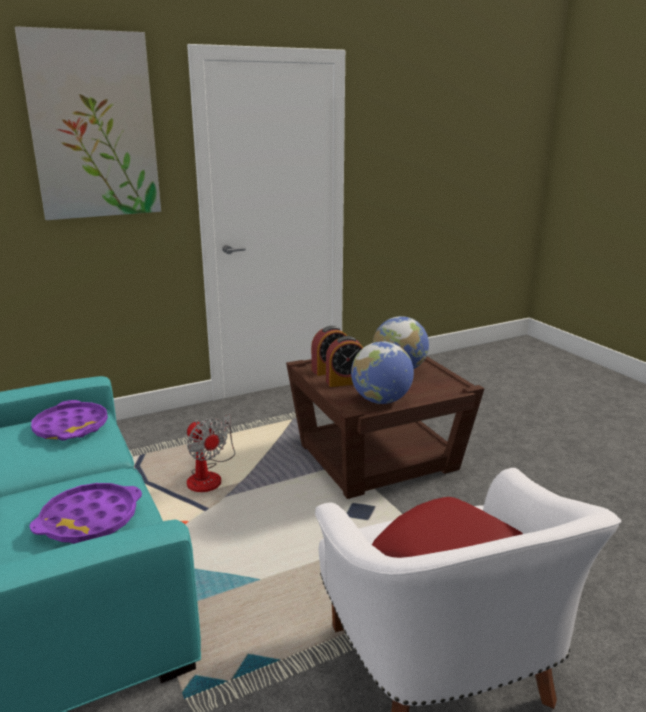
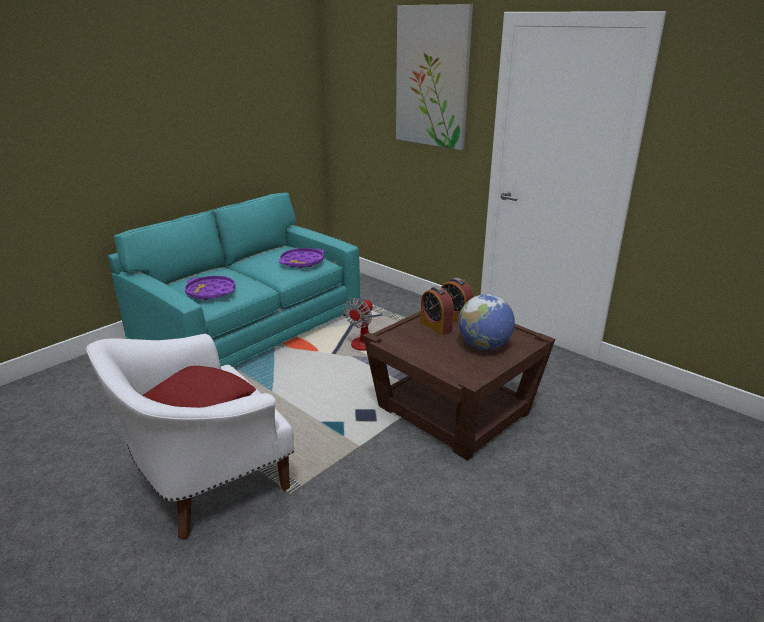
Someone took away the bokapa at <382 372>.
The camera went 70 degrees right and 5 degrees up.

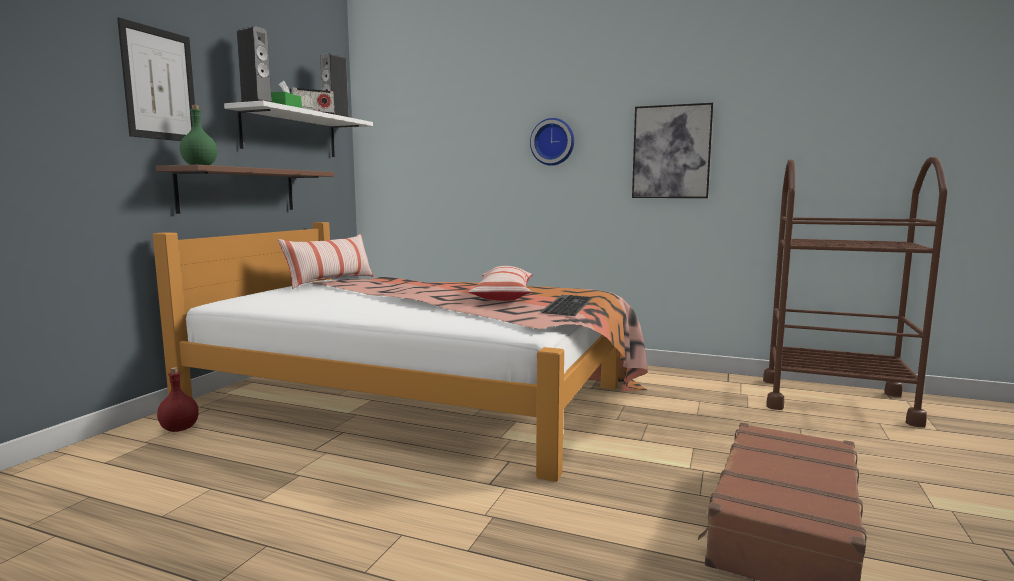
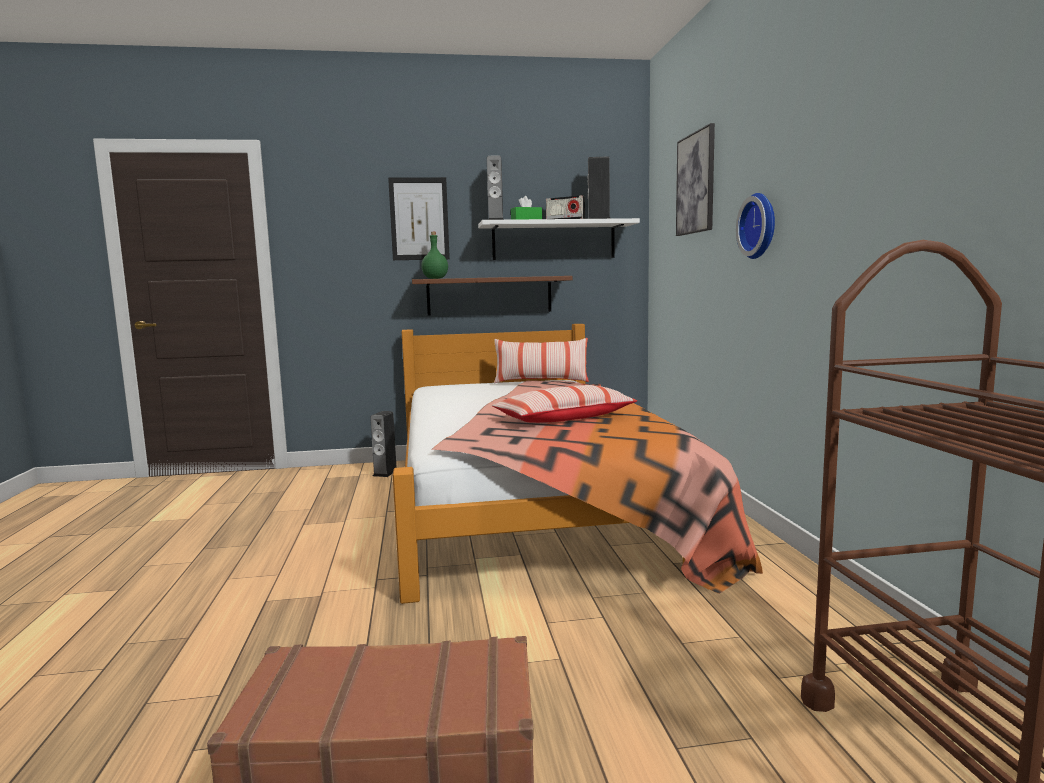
Someone swapped the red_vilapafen at <178 399> for the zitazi at <383 444>.
Someone carried the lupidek from <672 150> to <695 179>.
Someone took away the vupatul at <566 305>.
The camera went 60 degrees right and 0 degrees up.

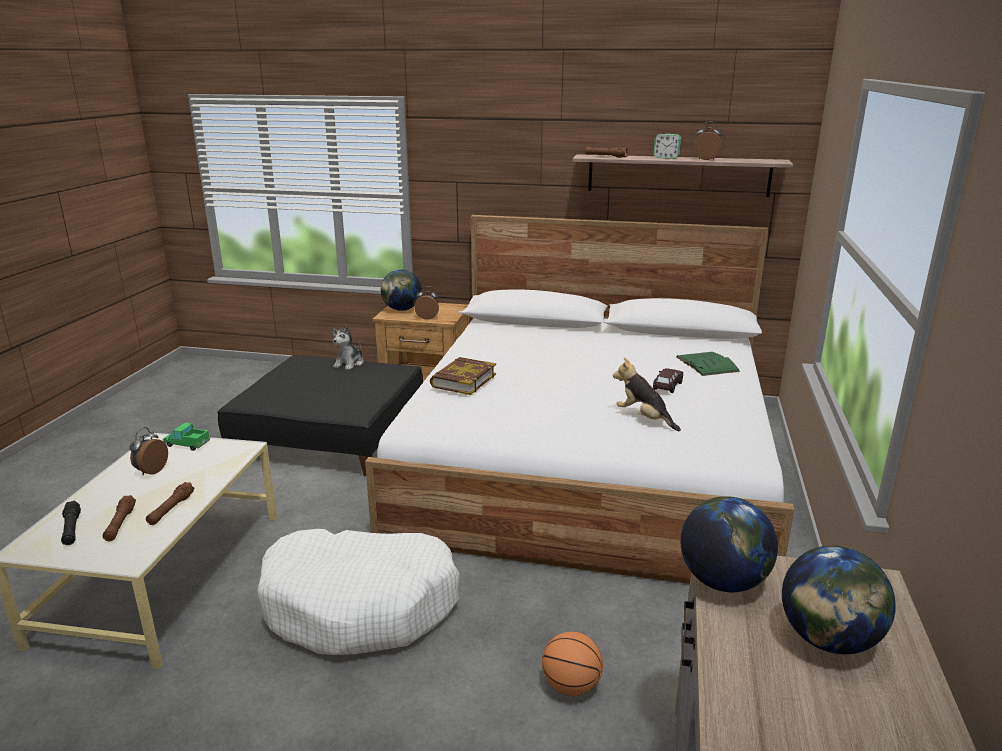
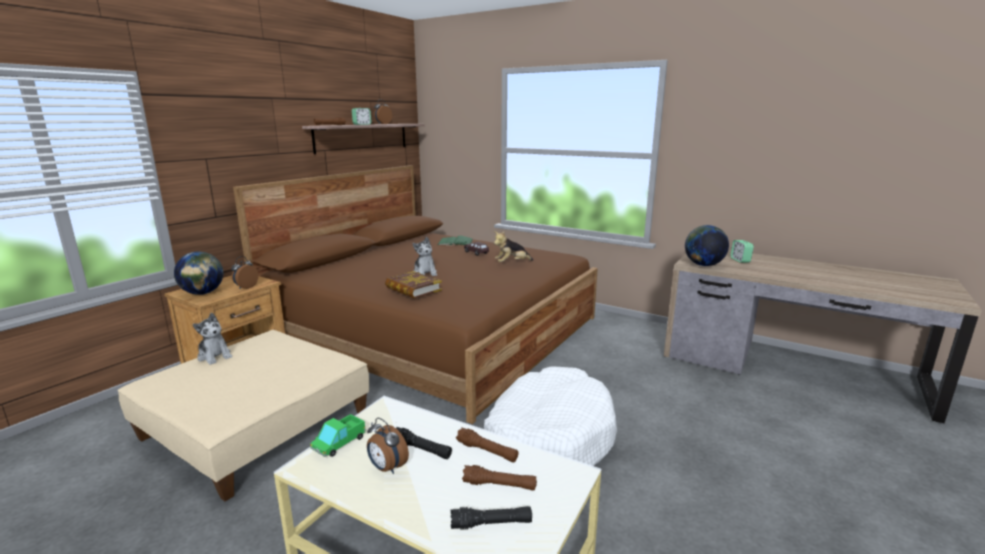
Someone repainted the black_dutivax at <320 415>, which became the beige_dutivax at <243 415>.
Someone repainted the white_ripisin at <579 399>, which became the brown_ripisin at <415 294>.
Someone put down the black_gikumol at <424 443>.
Someone put down the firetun at <425 256>.
Someone swapped the bokapa at <838 599> for the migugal at <742 251>.
Someone took away the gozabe at <572 663>.
The camera went 70 degrees left and 5 degrees down.

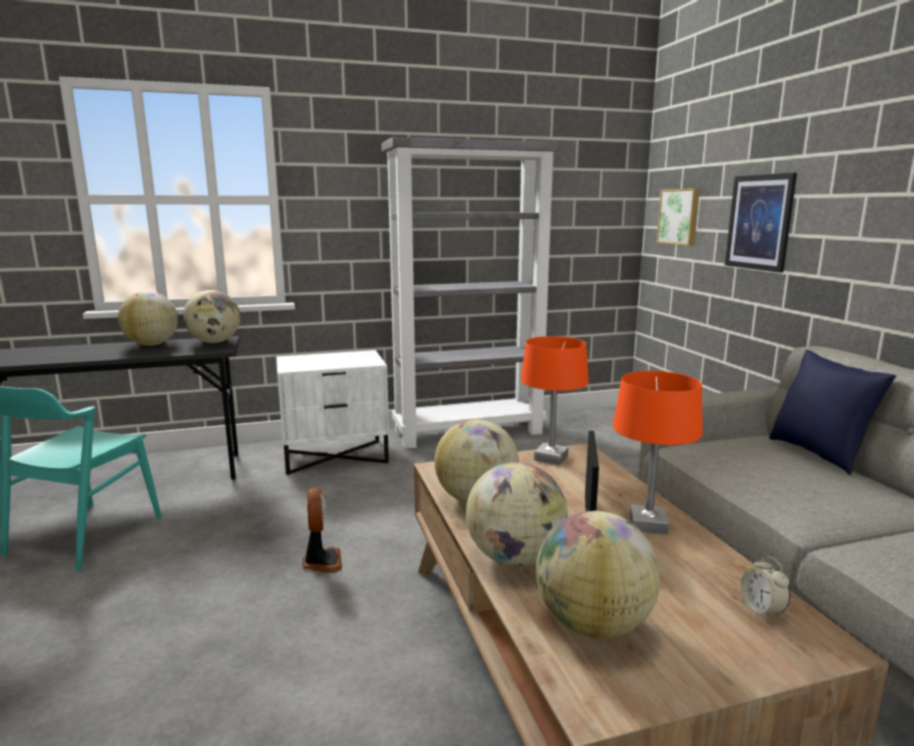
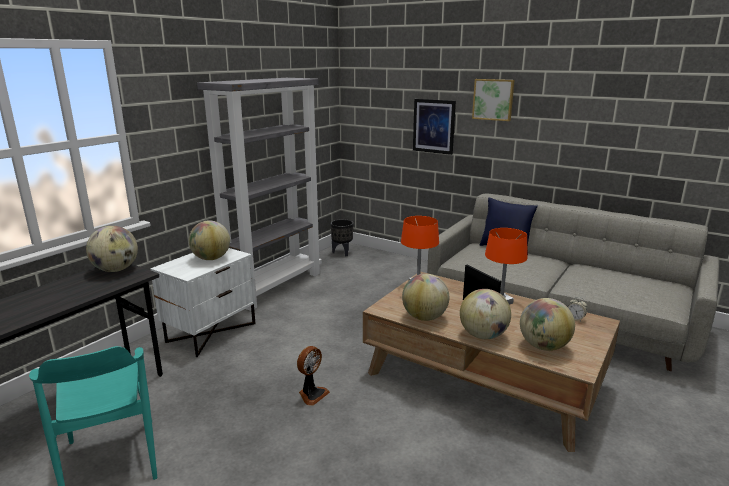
Someone carried the bokapa from <148 318> to <209 240>.
Someone rotated the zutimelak at <322 530> by 90 degrees clockwise.
Someone put down the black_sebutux at <342 237>.
Someone carried the lupidek from <678 217> to <493 100>.
The camera went 40 degrees left and 5 degrees up.

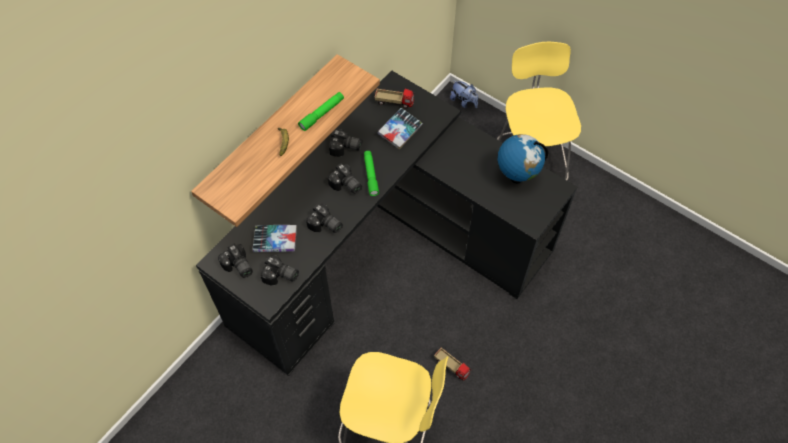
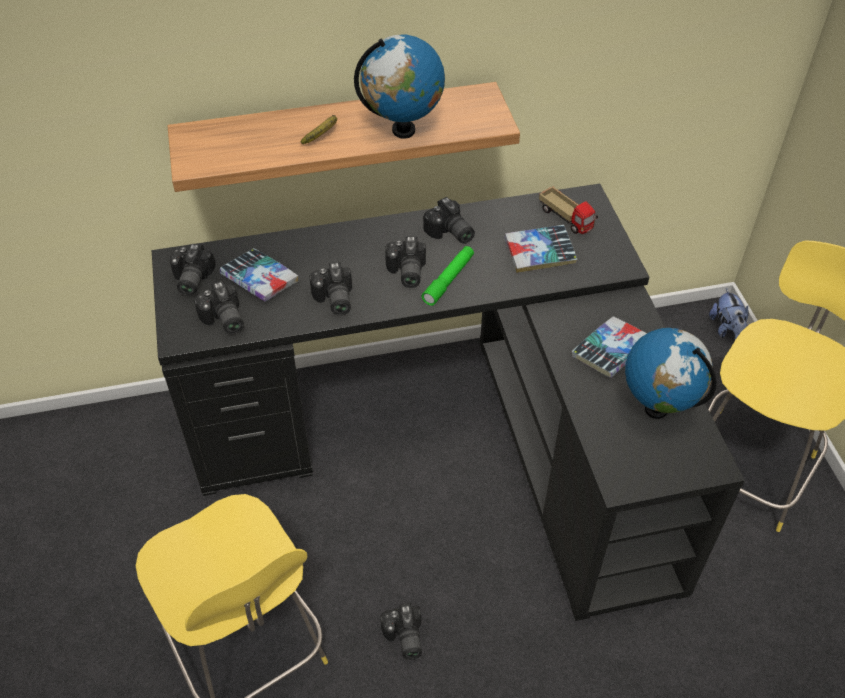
Someone swapped the green_gikumol at <321 111> for the bokapa at <399 87>.
Someone swapped the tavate at <452 364> for the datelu at <401 631>.
Someone put down the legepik at <609 347>.
The camera went 40 degrees right and 10 degrees down.

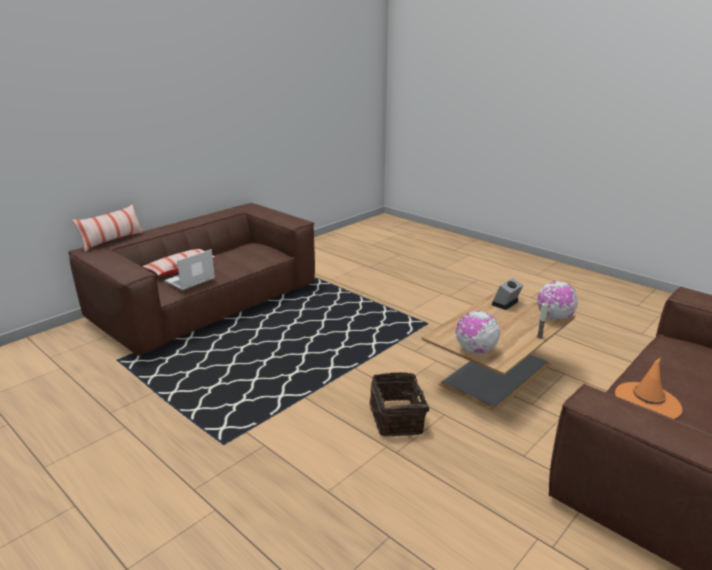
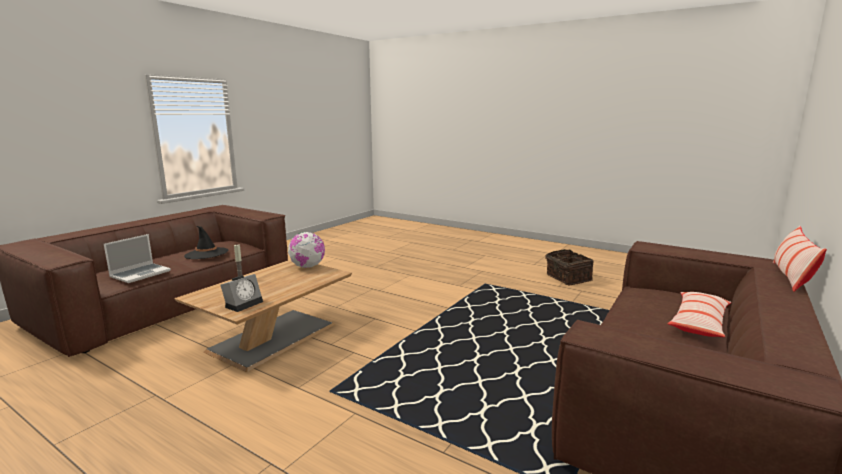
Someone carried the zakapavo from <190 269> to <137 258>.
Someone repainted the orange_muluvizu at <648 388>, which became the black_muluvizu at <206 242>.
Someone carried the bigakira from <399 404> to <569 267>.
Someone took away the bokapa at <557 300>.
The camera went 170 degrees right and 10 degrees down.

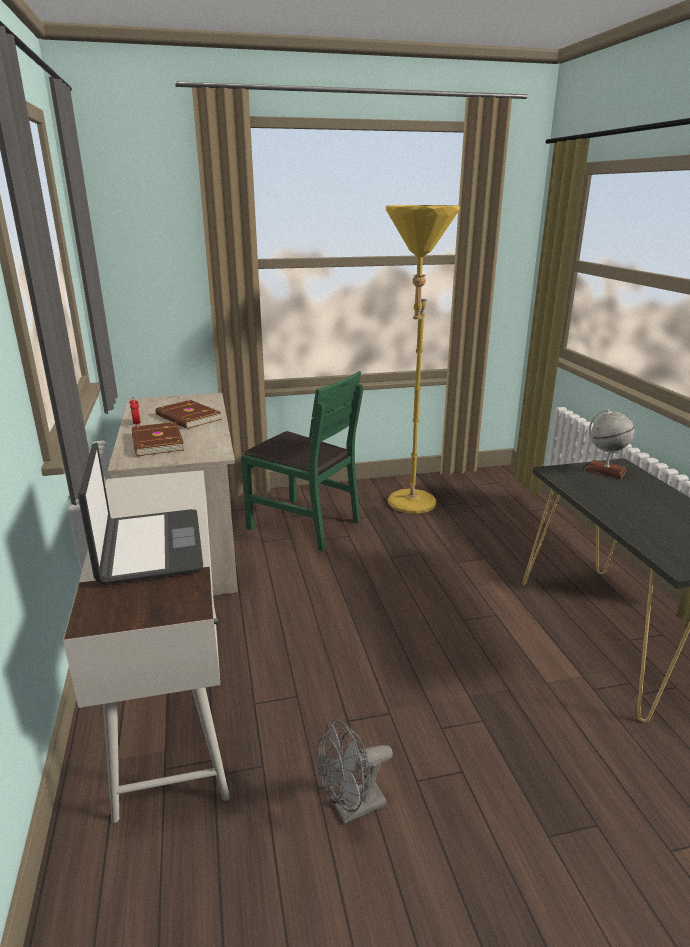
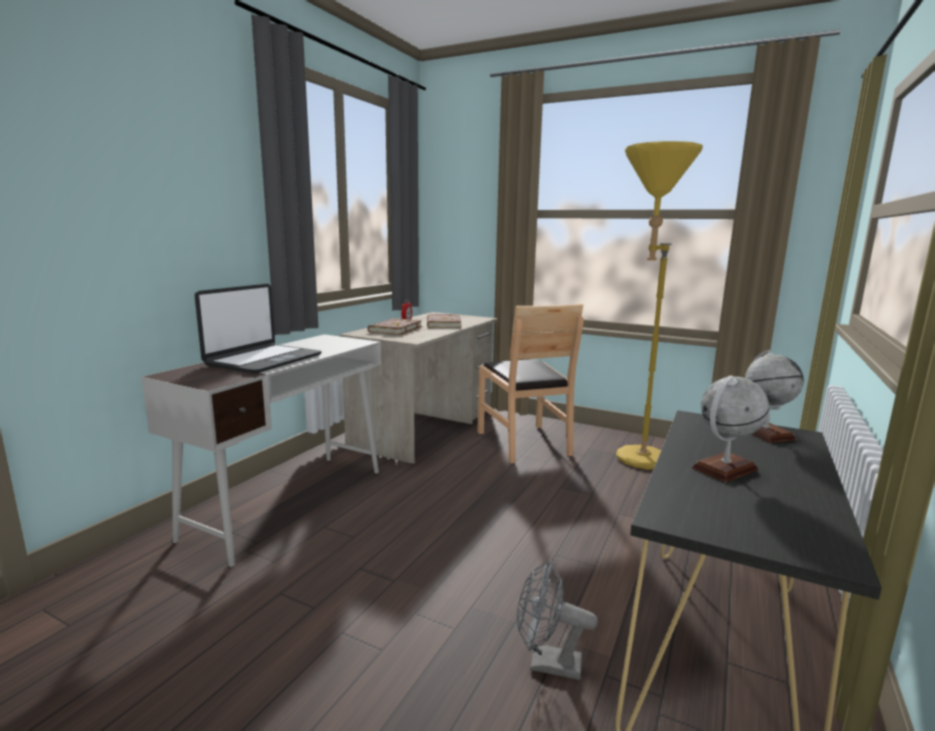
Someone repainted the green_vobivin at <302 461>, which became the brown_vobivin at <530 383>.
Someone carried the grey_zutimelak from <355 771> to <557 620>.
Someone put down the bokapa at <730 428>.
The camera went 40 degrees right and 10 degrees down.

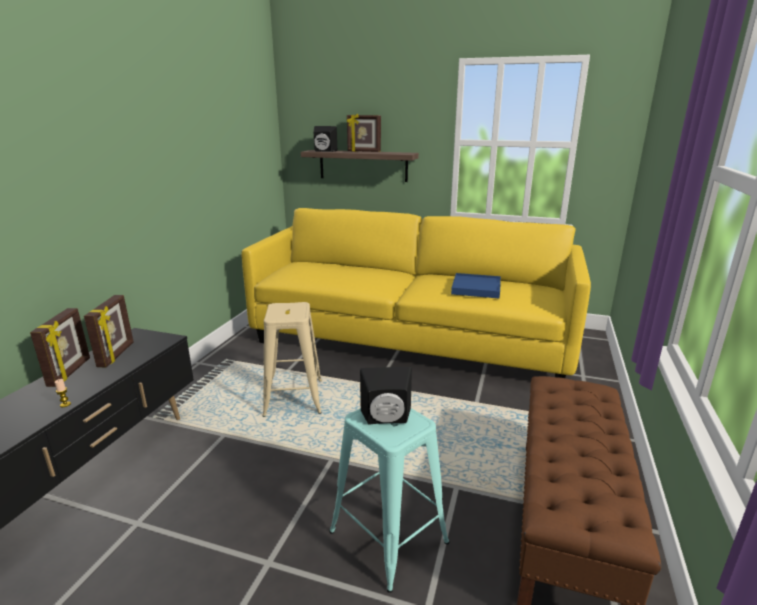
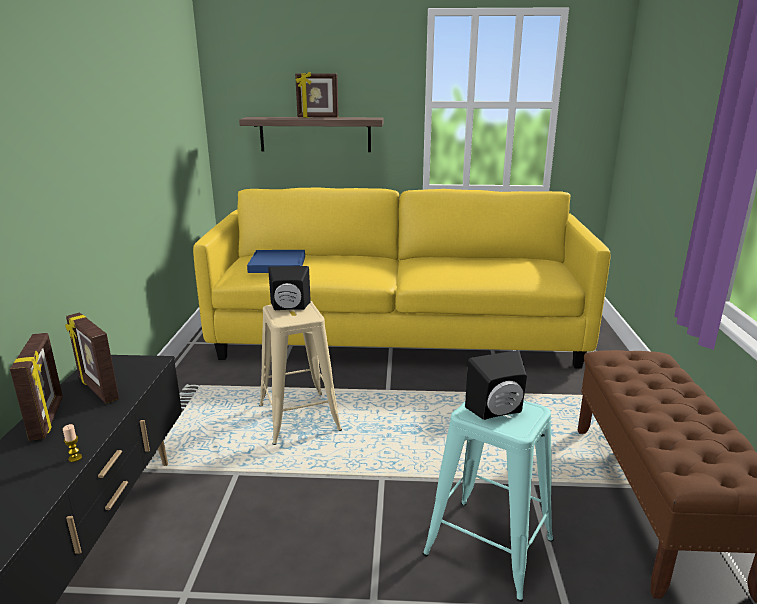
Someone rotated the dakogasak at <109 331> by 150 degrees clockwise.
Someone carried the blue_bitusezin from <476 285> to <276 261>.
Someone carried the black_zitazi from <325 139> to <289 288>.
The camera went 15 degrees left and 0 degrees up.

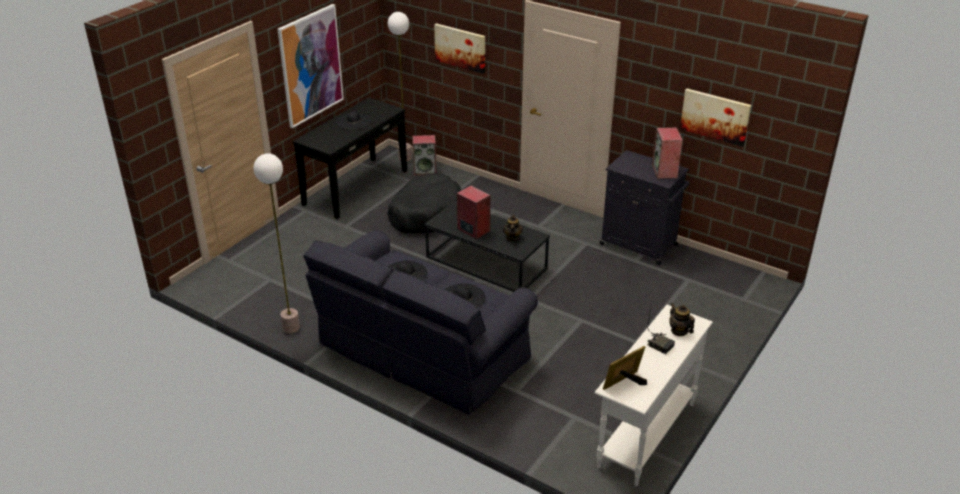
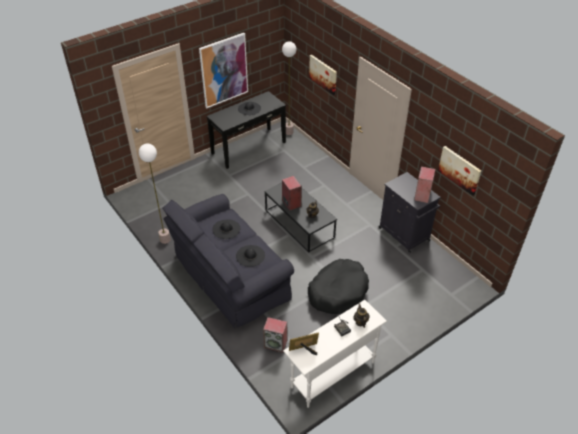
Someone carried the zitazi from <424 155> to <275 335>.
Someone carried the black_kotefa from <424 203> to <338 286>.
The camera went 20 degrees right and 10 degrees up.

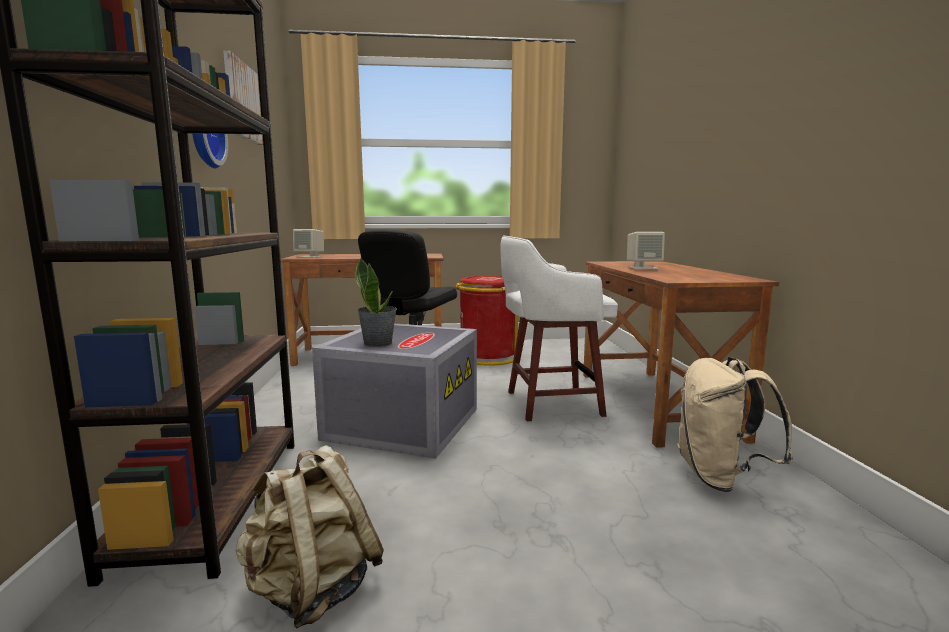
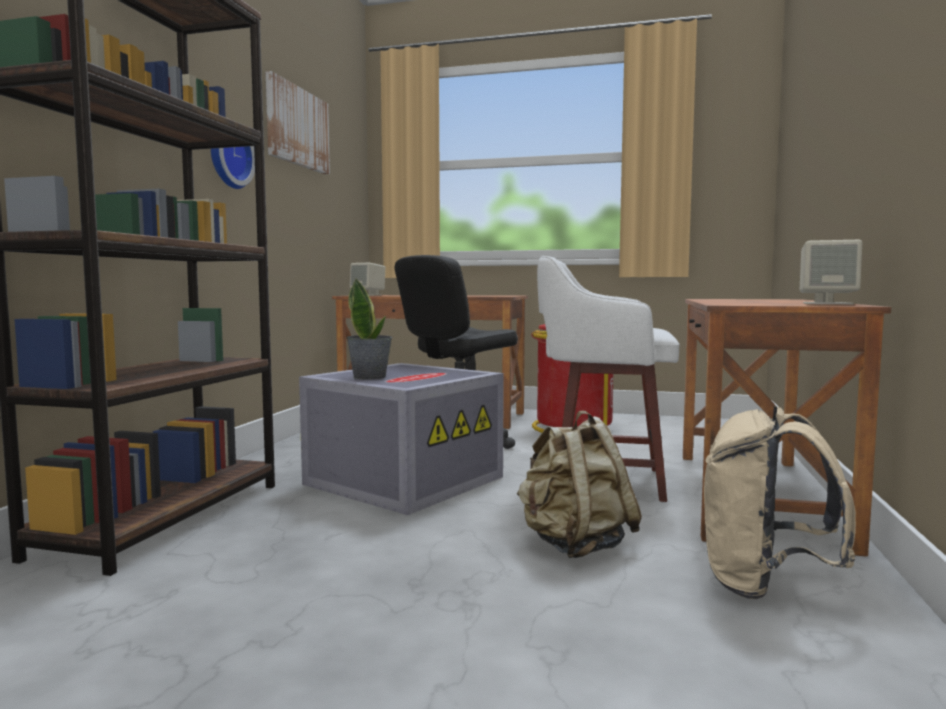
Someone carried the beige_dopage from <309 536> to <579 484>.
Someone carried the beige_zitazi from <646 250> to <831 272>.
The camera went 20 degrees right and 5 degrees down.

